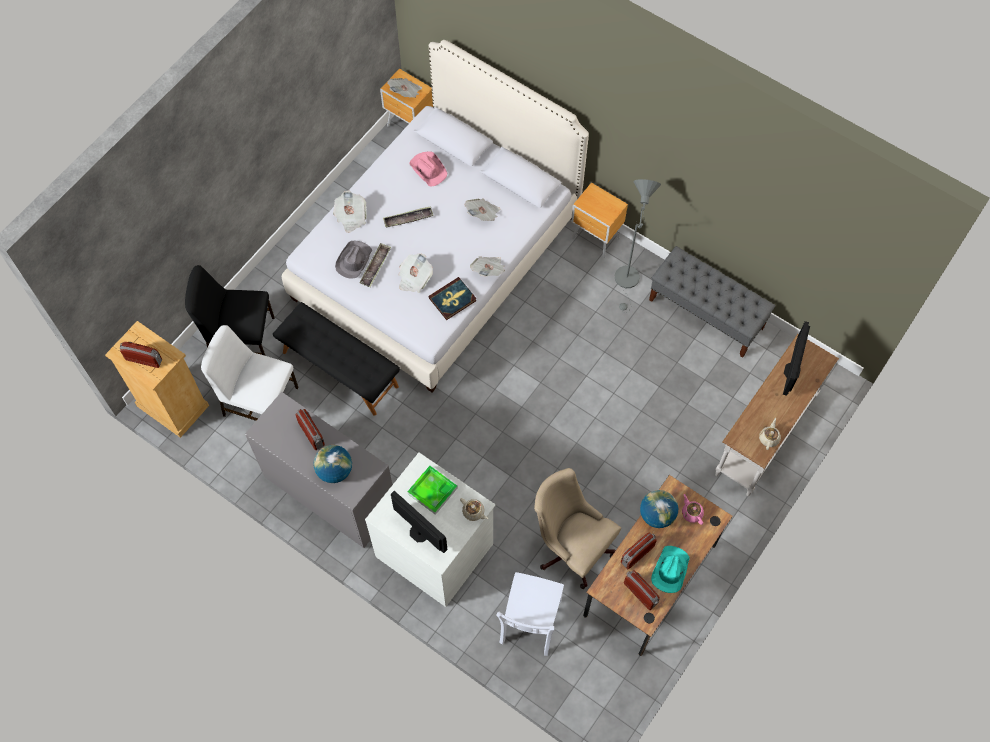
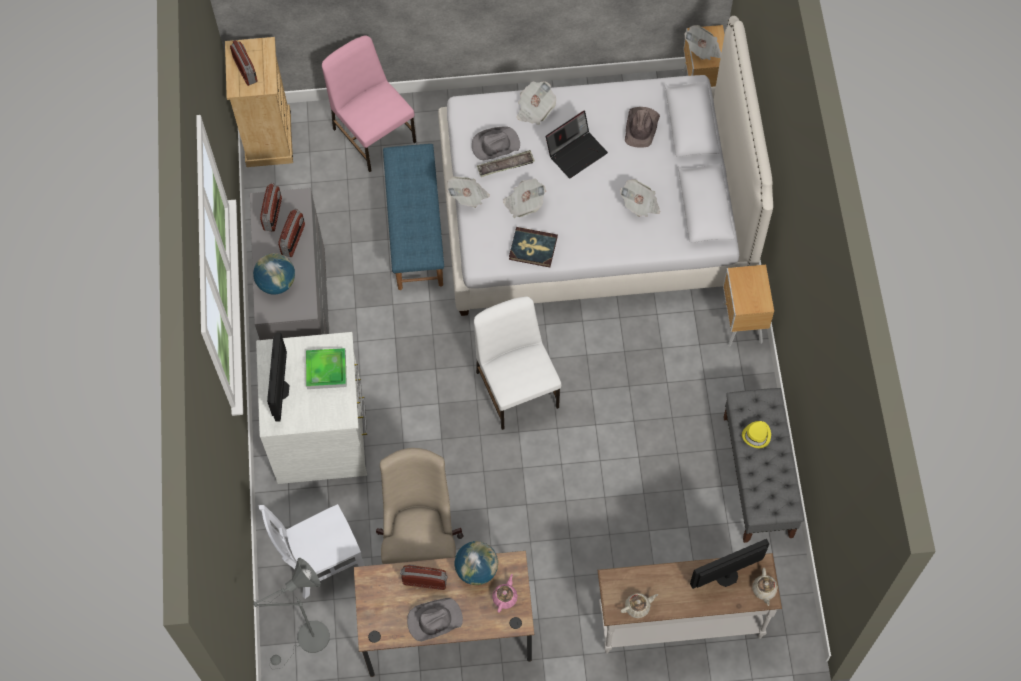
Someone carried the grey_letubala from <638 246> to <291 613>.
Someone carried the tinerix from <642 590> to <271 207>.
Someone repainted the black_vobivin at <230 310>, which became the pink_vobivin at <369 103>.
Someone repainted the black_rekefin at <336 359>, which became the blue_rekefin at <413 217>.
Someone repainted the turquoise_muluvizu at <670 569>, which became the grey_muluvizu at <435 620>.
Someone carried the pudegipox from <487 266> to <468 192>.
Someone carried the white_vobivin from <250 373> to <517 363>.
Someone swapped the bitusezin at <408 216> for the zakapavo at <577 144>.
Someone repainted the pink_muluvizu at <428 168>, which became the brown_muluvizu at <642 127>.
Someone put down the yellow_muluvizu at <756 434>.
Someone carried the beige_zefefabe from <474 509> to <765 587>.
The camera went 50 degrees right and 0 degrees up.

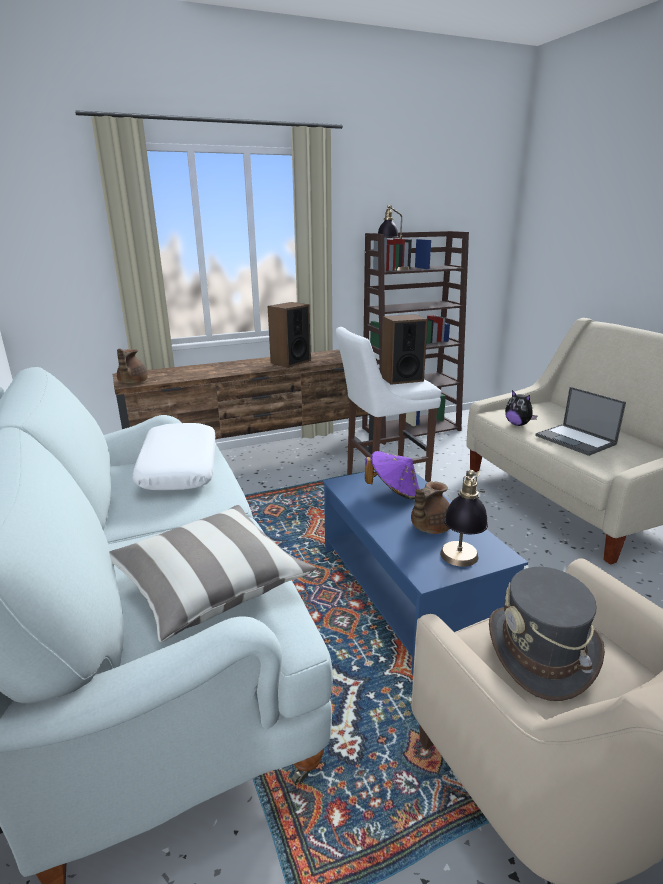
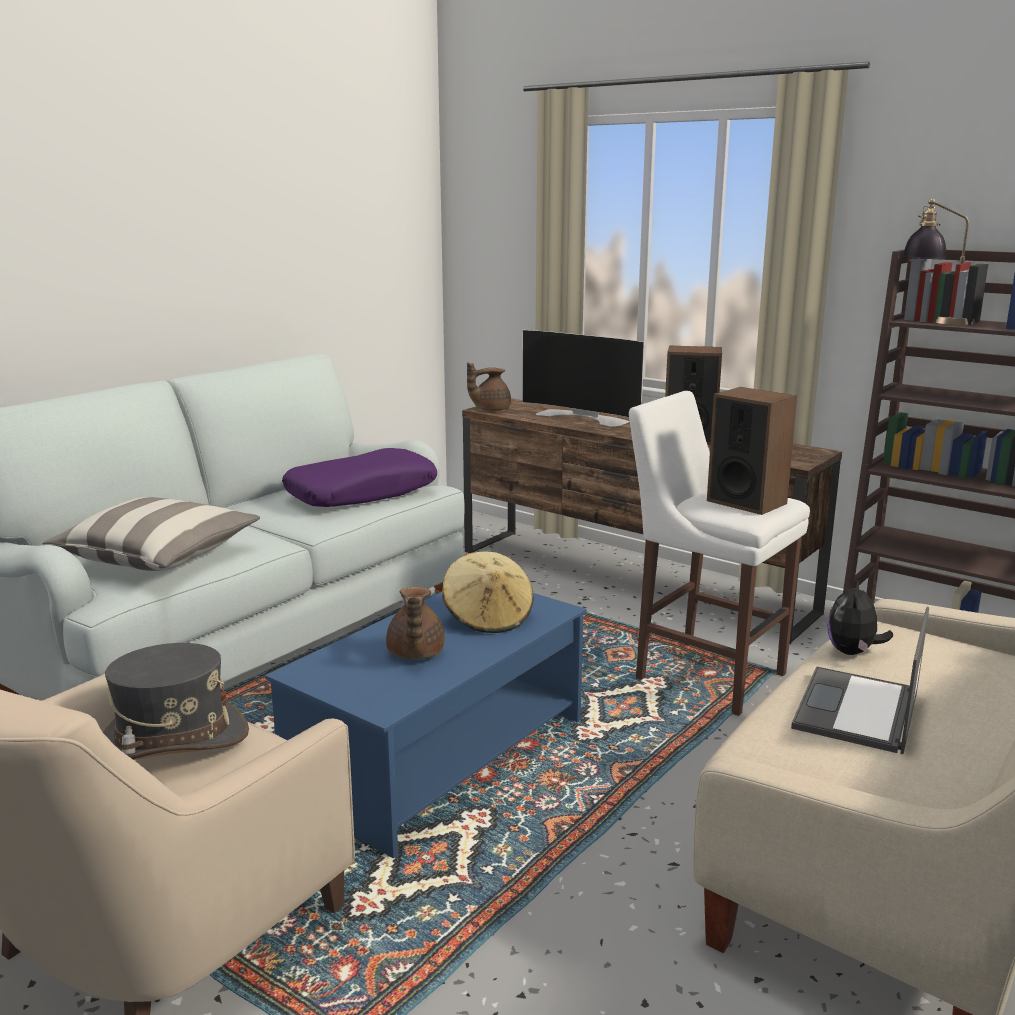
Someone repainted the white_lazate at <173 456>, which became the purple_lazate at <359 477>.
Someone rotated the brown_zefefabe at <430 507> by 105 degrees counterclockwise.
Someone repainted the purple_muluvizu at <392 475>, which became the beige_muluvizu at <488 592>.
Someone put down the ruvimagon at <583 378>.
Someone took away the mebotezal at <464 518>.
The camera went 60 degrees right and 5 degrees down.

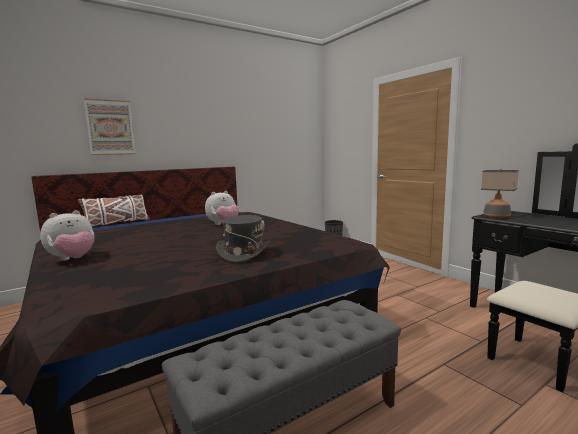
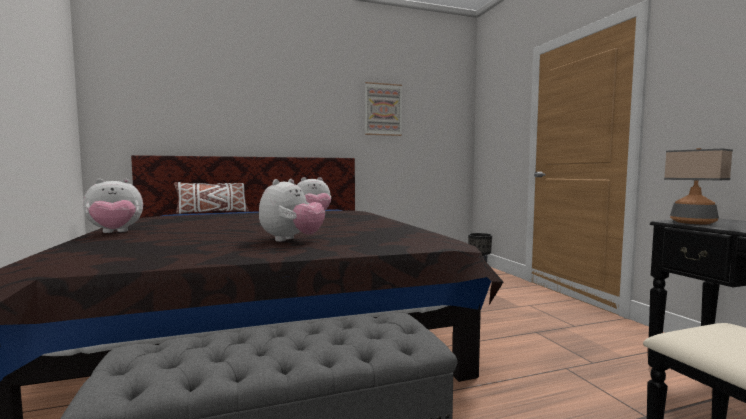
Someone swapped the grey_muluvizu at <243 239> for the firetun at <292 210>.
Someone carried the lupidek from <109 126> to <383 109>.
The camera went 15 degrees right and 5 degrees down.

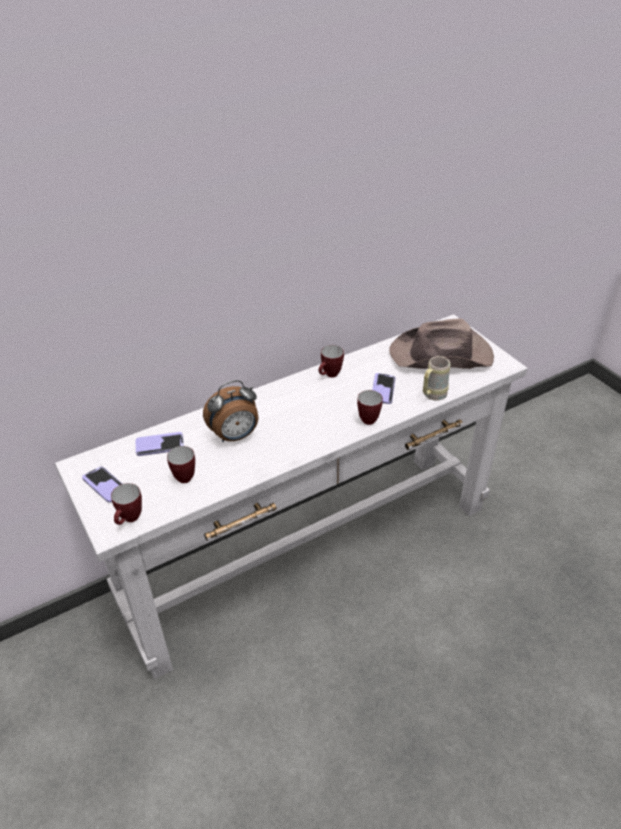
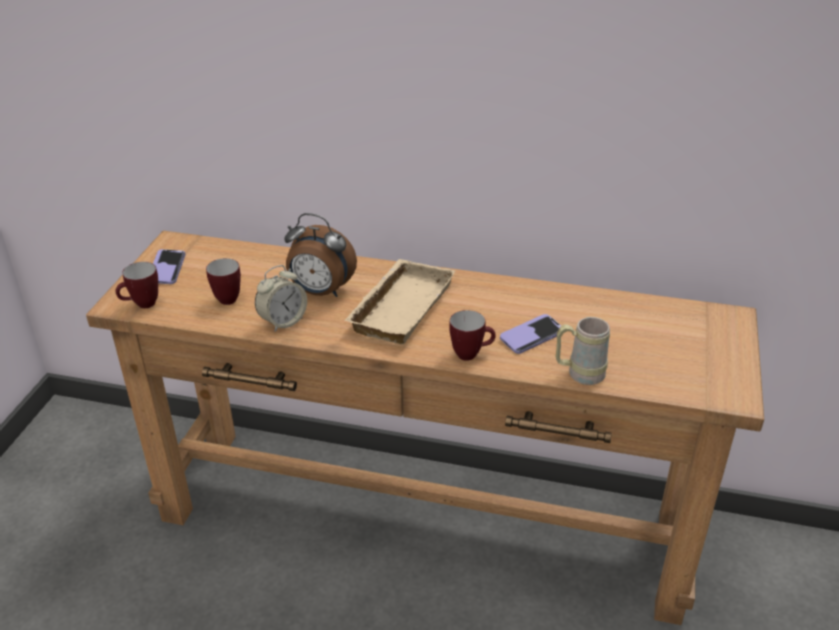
Someone repainted the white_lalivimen at <291 496>, which became the brown_lalivimen at <425 428>.
Someone put down the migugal at <281 298>.
Someone put down the beige_bitusezin at <399 301>.
Someone took away the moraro at <159 444>.
Someone took away the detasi at <331 361>.
Someone took away the brown_muluvizu at <441 343>.
The camera went 45 degrees right and 5 degrees down.

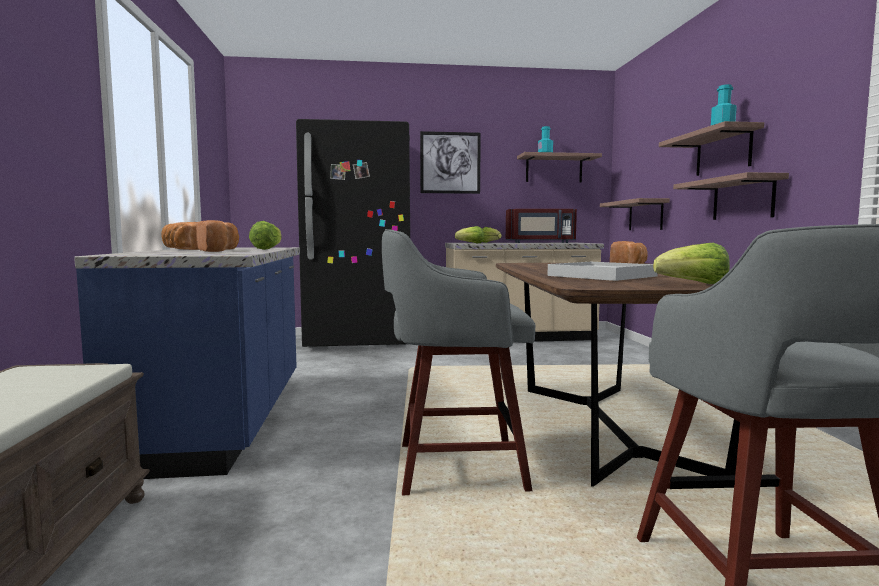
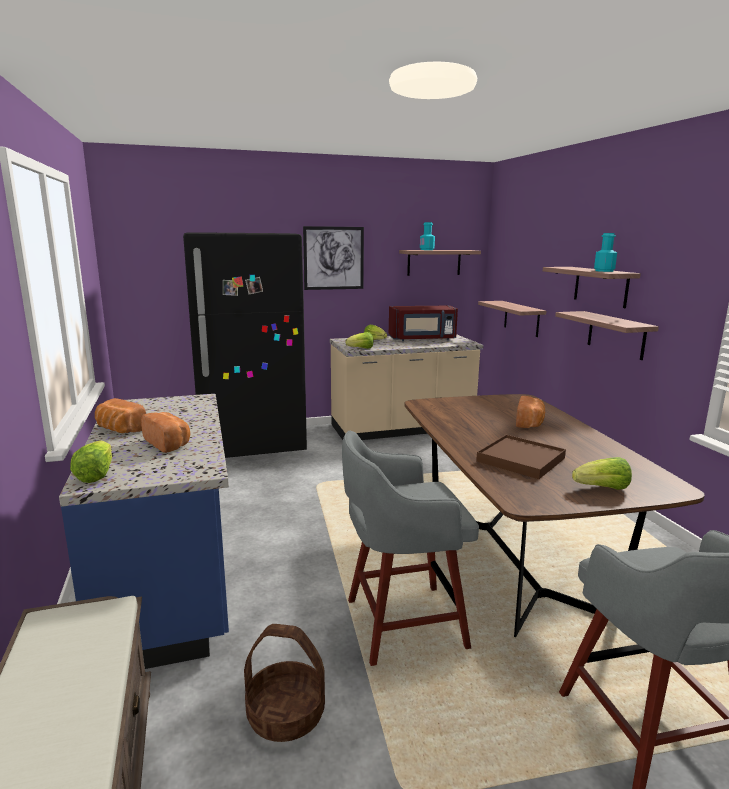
Someone carried the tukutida from <265 235> to <91 462>.
Someone put down the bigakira at <284 683>.
Someone repainted the white_bitusezin at <603 271>, which became the brown_bitusezin at <521 457>.
The camera went 10 degrees left and 10 degrees up.

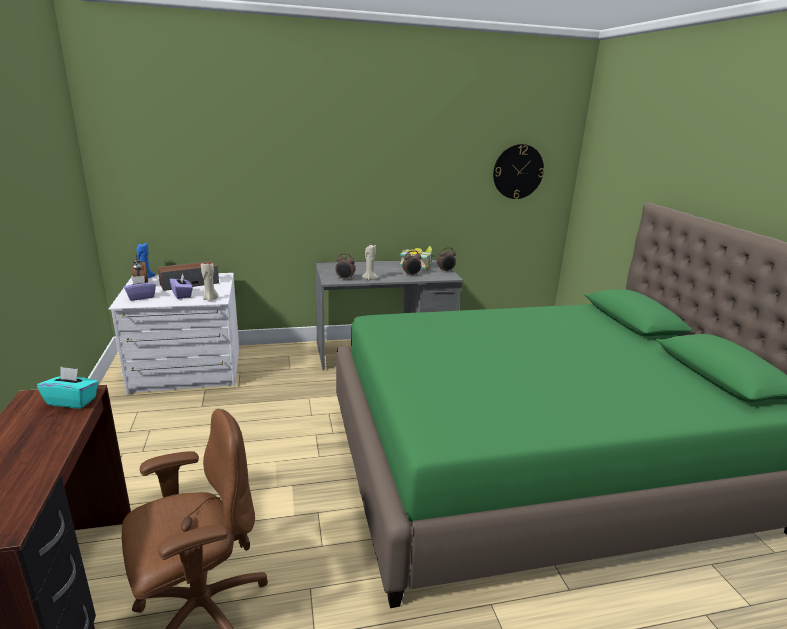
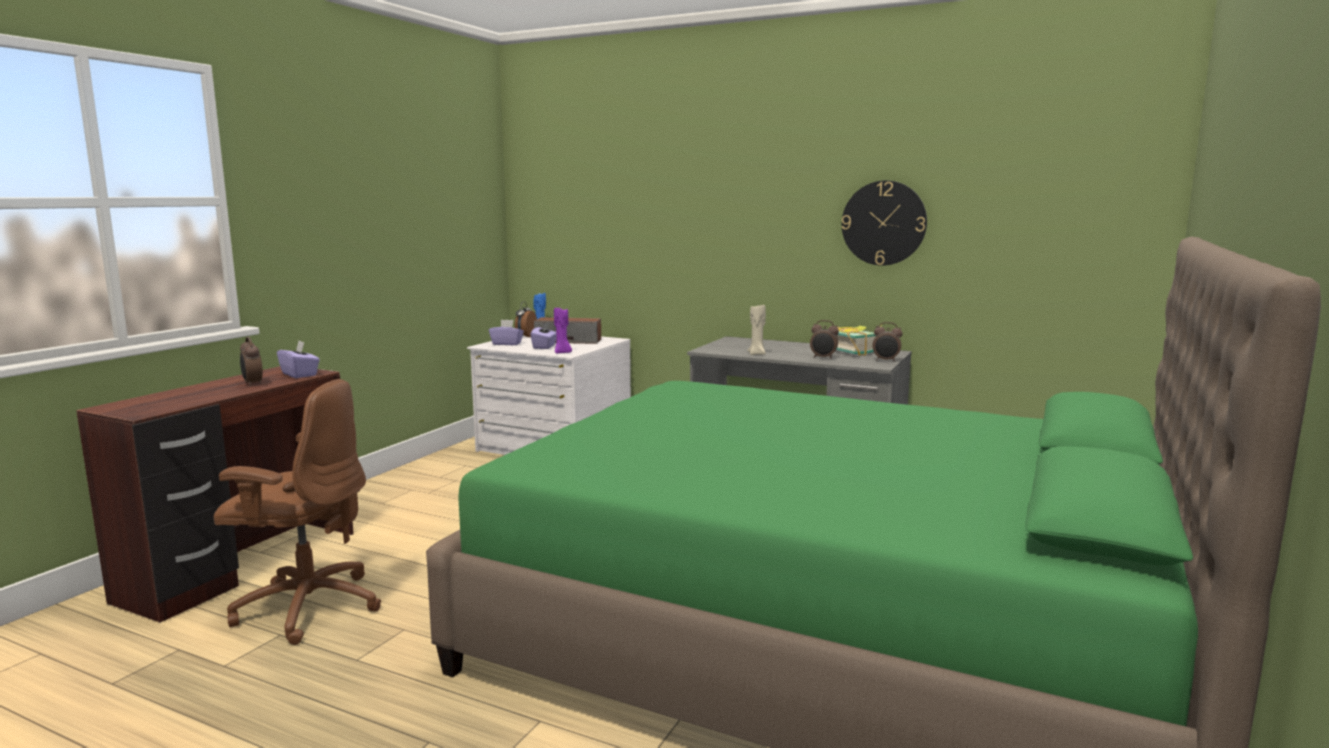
Someone carried the migugal from <345 266> to <251 361>.
Someone repainted the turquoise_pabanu at <68 387>, which became the purple_pabanu at <298 359>.
Someone repainted the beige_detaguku at <210 282>, which became the purple_detaguku at <563 330>.
Someone carried the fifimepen from <518 171> to <884 223>.
The camera went 40 degrees right and 10 degrees down.

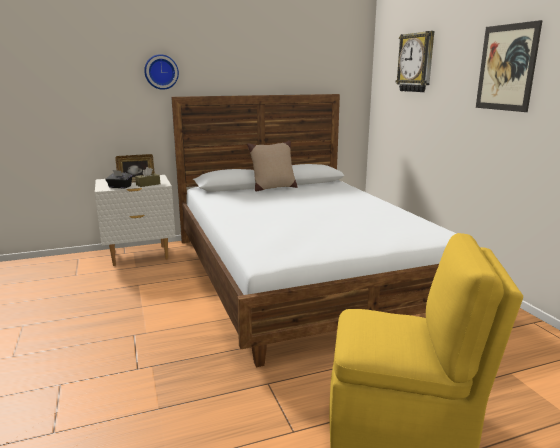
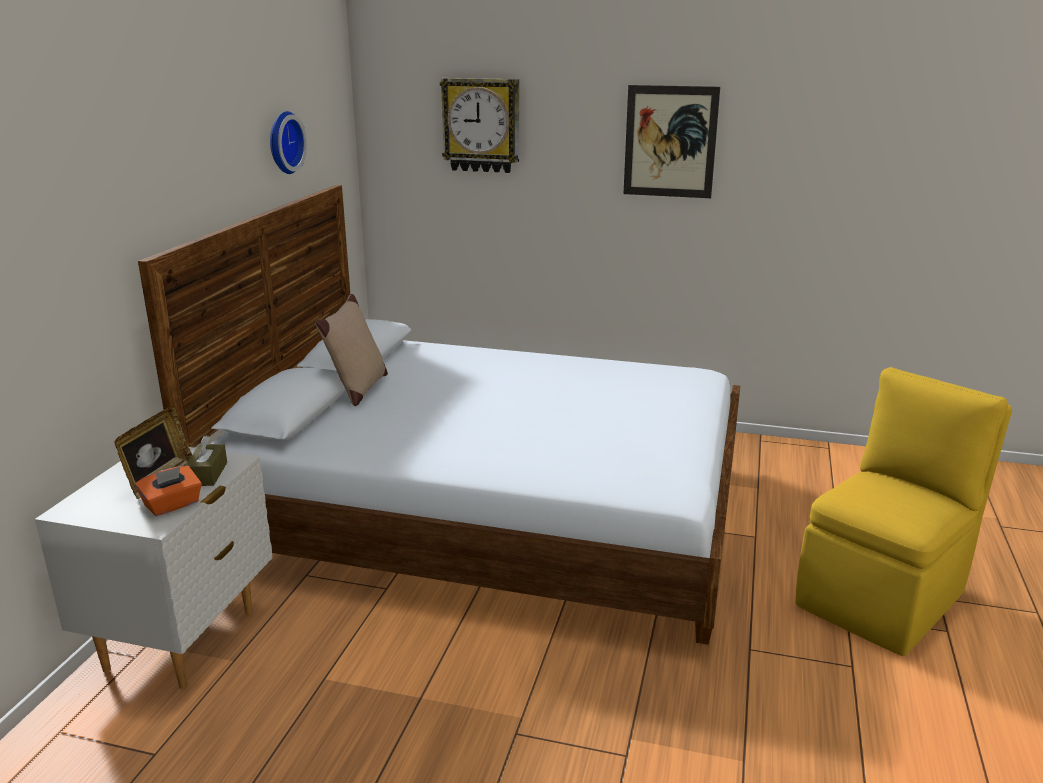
Someone repainted the black_pabanu at <119 179>, which became the orange_pabanu at <168 491>.
Someone carried the fifimepen from <161 72> to <288 142>.
The camera went 55 degrees left and 5 degrees up.

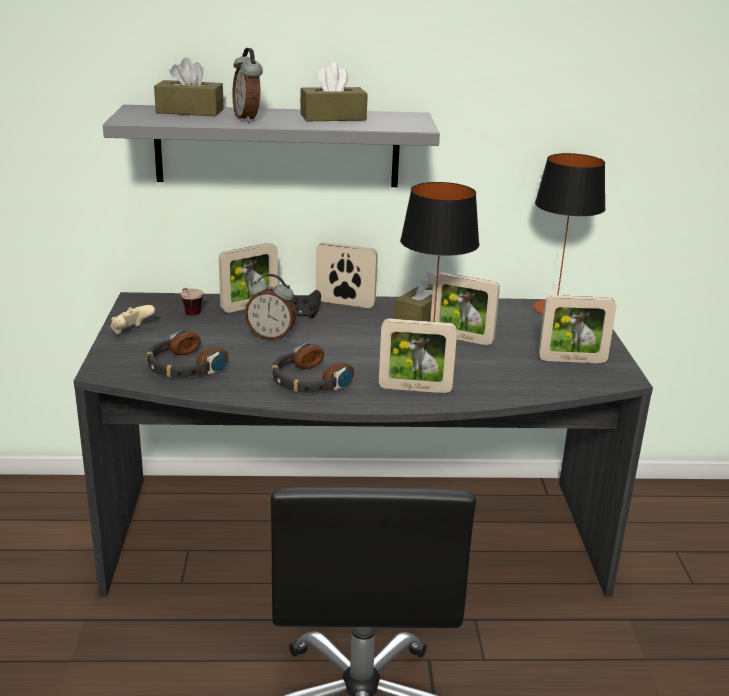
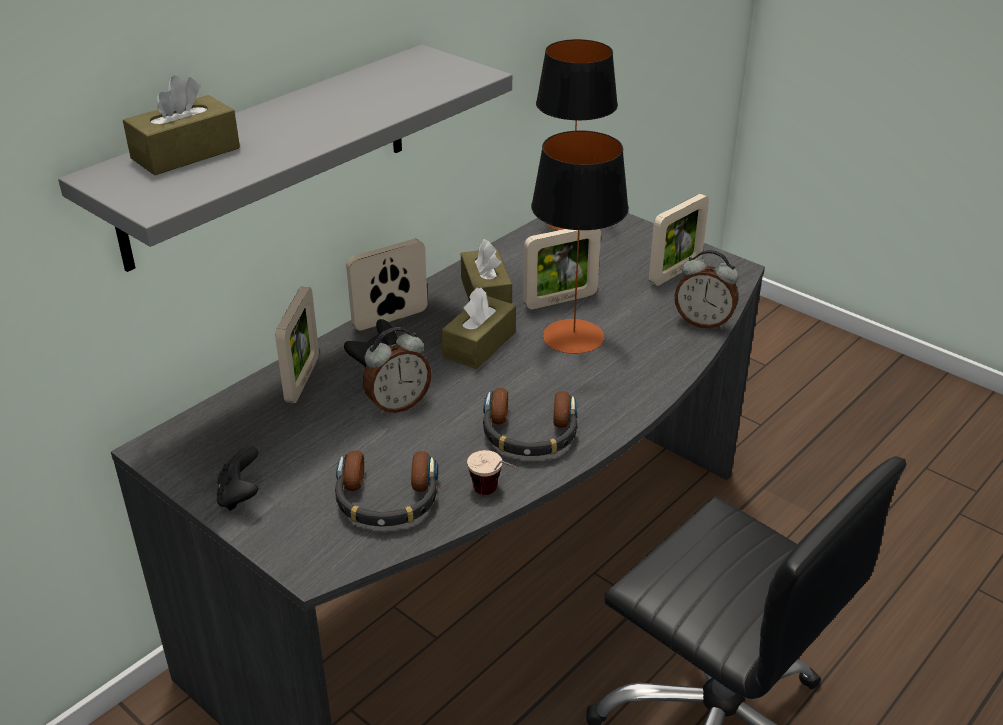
Someone repainted the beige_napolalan at <132 319>, which became the black_napolalan at <237 478>.
Someone carried the brown_pabanu from <334 92> to <479 328>.
Someone carried the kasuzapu from <191 302> to <491 472>.
Someone carried the migugal from <247 85> to <706 289>.
Someone took away the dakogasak at <418 356>.
The camera went 45 degrees left and 10 degrees up.

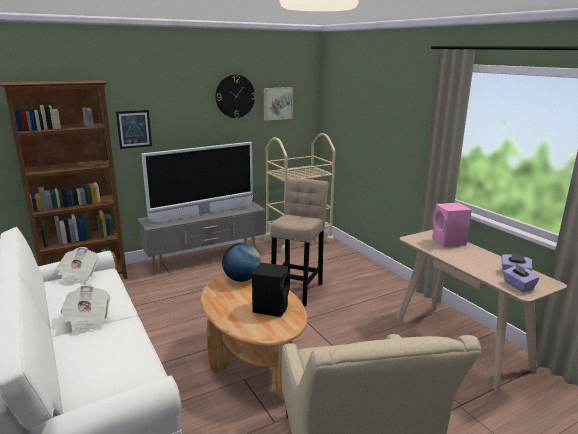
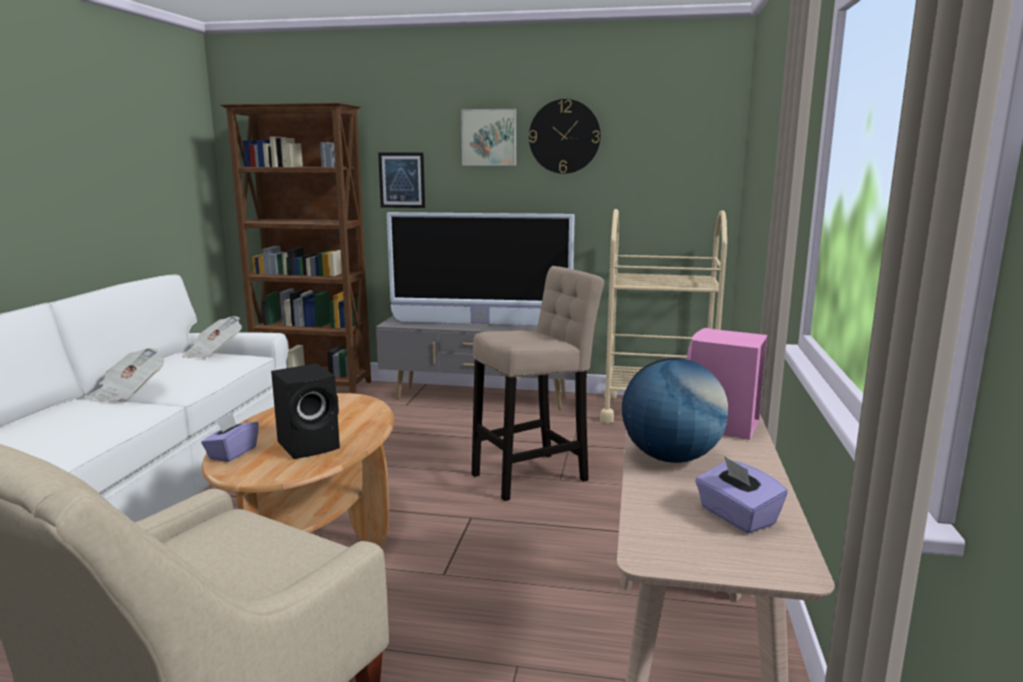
Someone carried the purple_pabanu from <521 277> to <230 437>.
Someone carried the lupidek from <278 104> to <488 137>.
Someone carried the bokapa from <241 262> to <674 410>.
The camera went 40 degrees right and 5 degrees down.

